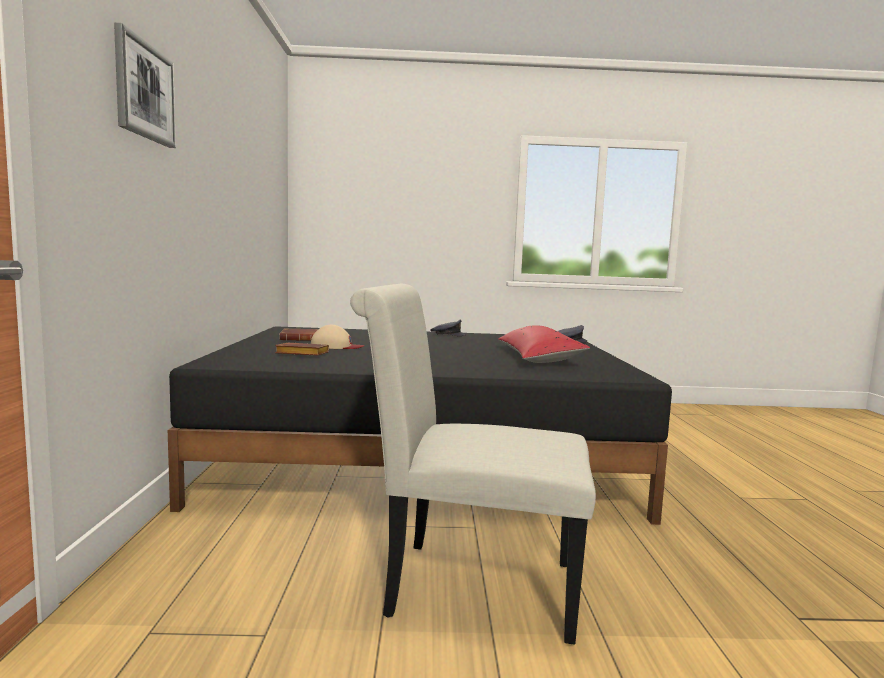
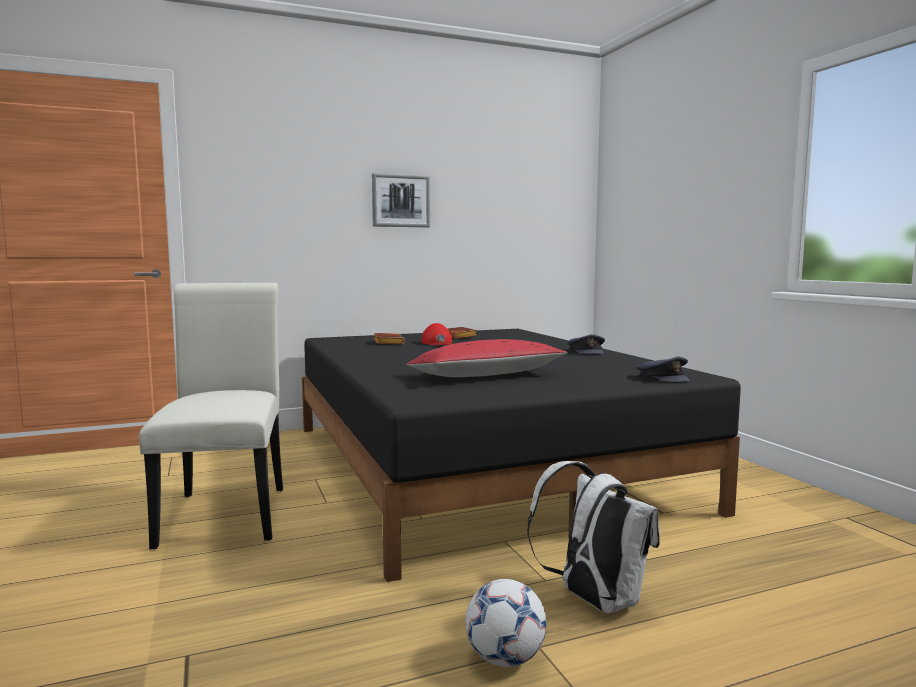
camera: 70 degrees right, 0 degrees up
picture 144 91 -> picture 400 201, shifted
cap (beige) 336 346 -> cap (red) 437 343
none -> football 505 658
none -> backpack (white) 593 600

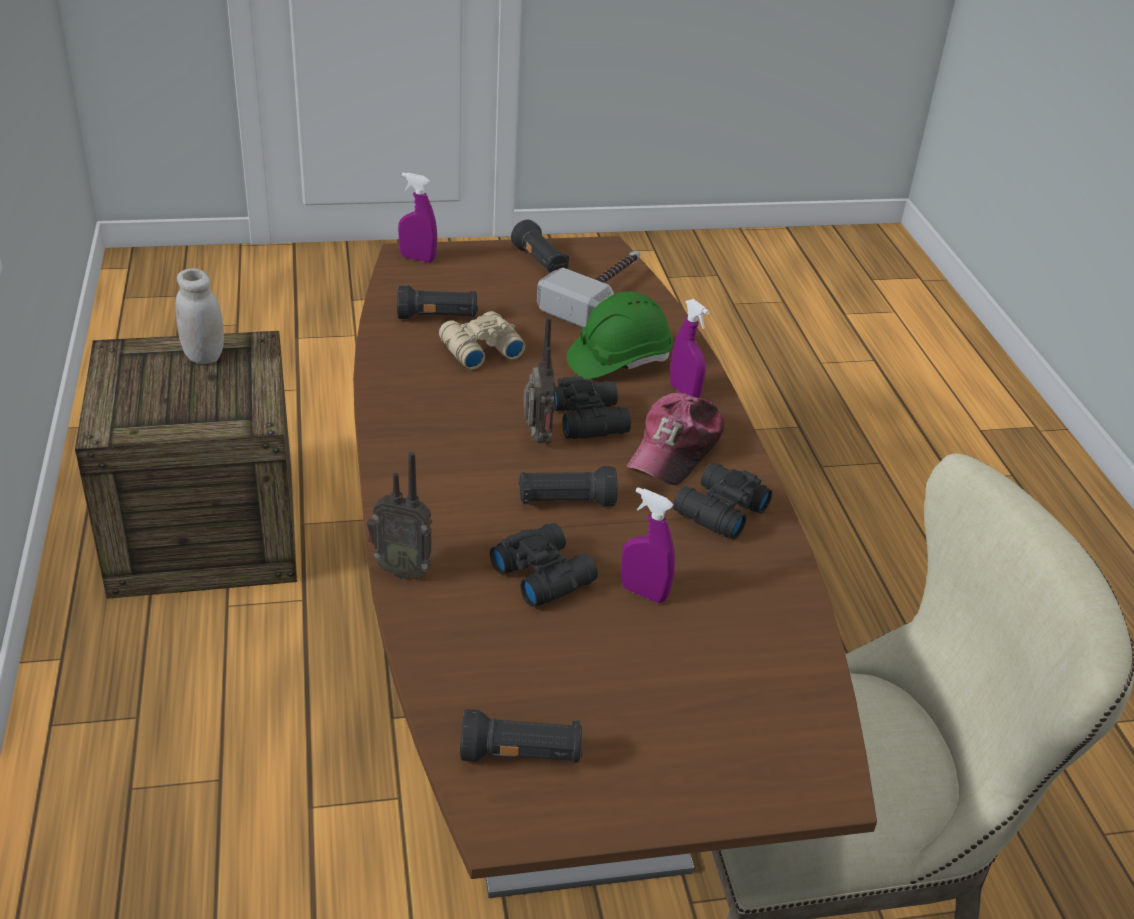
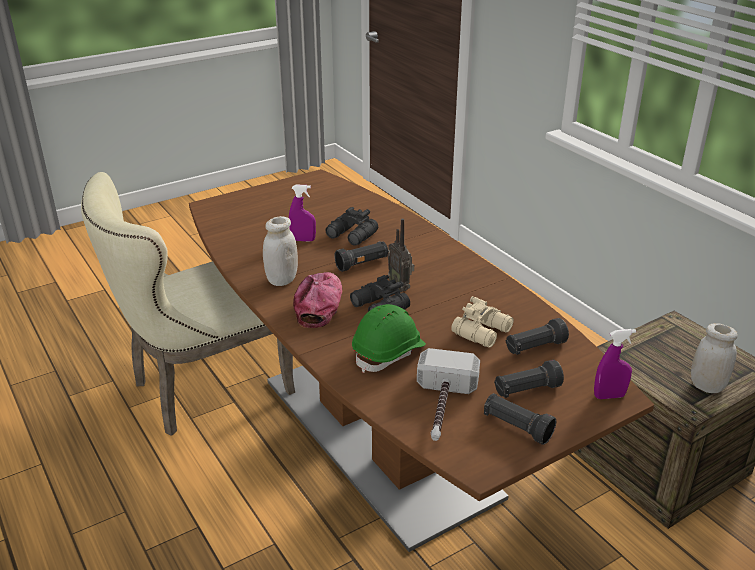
camera: 160 degrees right, 5 degrees down
radio 402 569 -> none
flashlight (black) 521 755 -> flashlight (black) 526 390, shifted
spray bottle (purple) 684 392 -> none
binoculars (black) 718 511 -> jar (white) 281 280

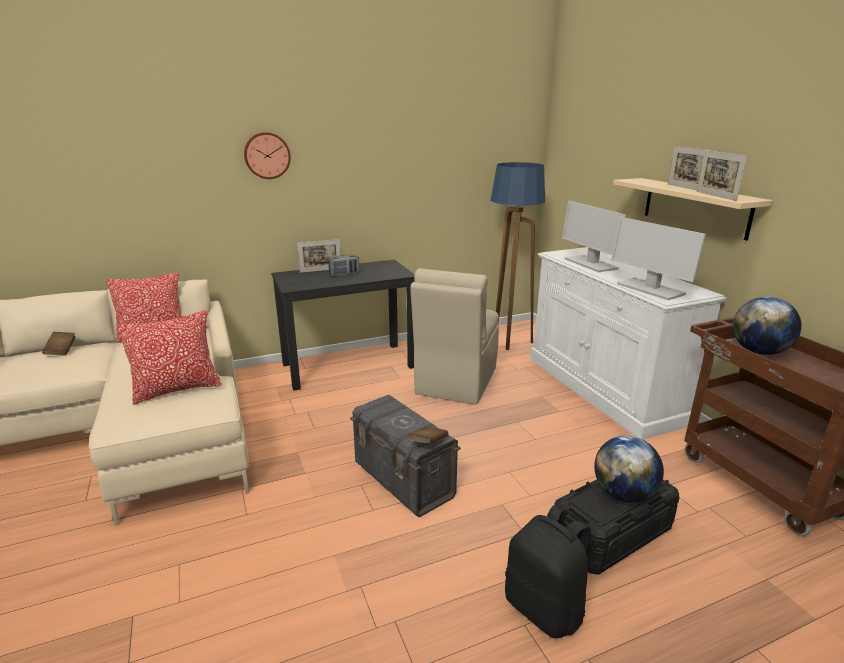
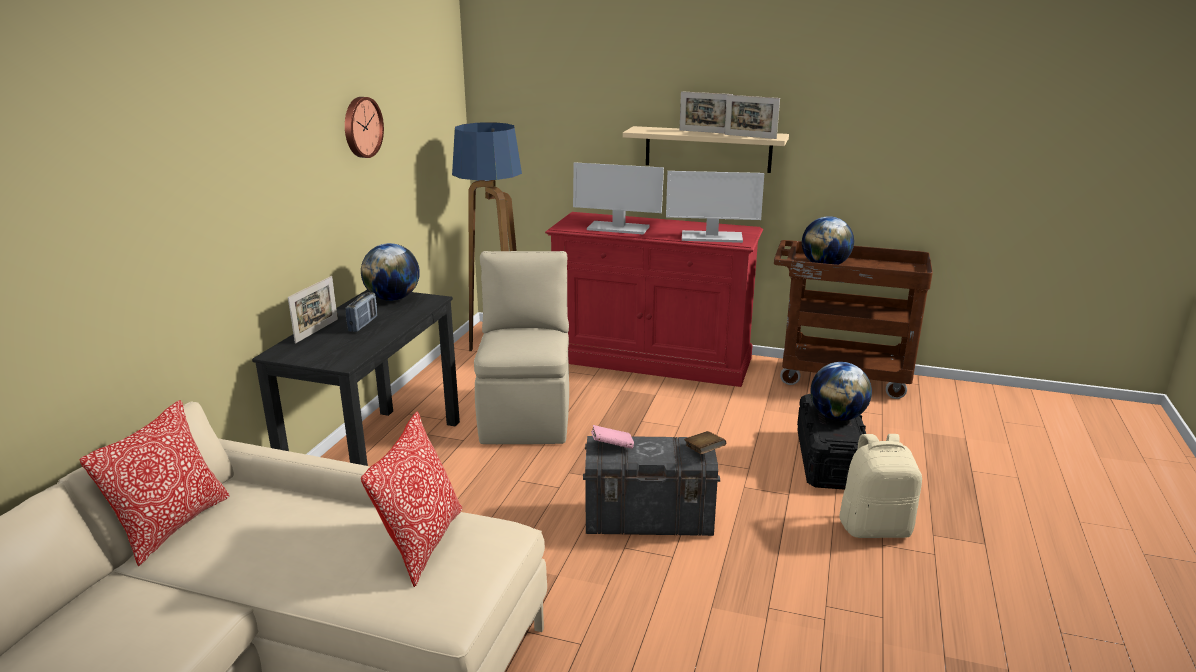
camera: 50 degrees left, 0 degrees up
book (brown) 61 350 -> none
wall clock 267 155 -> wall clock 361 127, shifted
chair (beige) 455 382 -> chair (beige) 527 416, 150 degrees counterclockwise
backpack (black) 545 608 -> backpack (beige) 875 527
cabinet (white) 603 388 -> cabinet (red) 652 360
none -> globe 393 298
none -> book (pink) 612 446

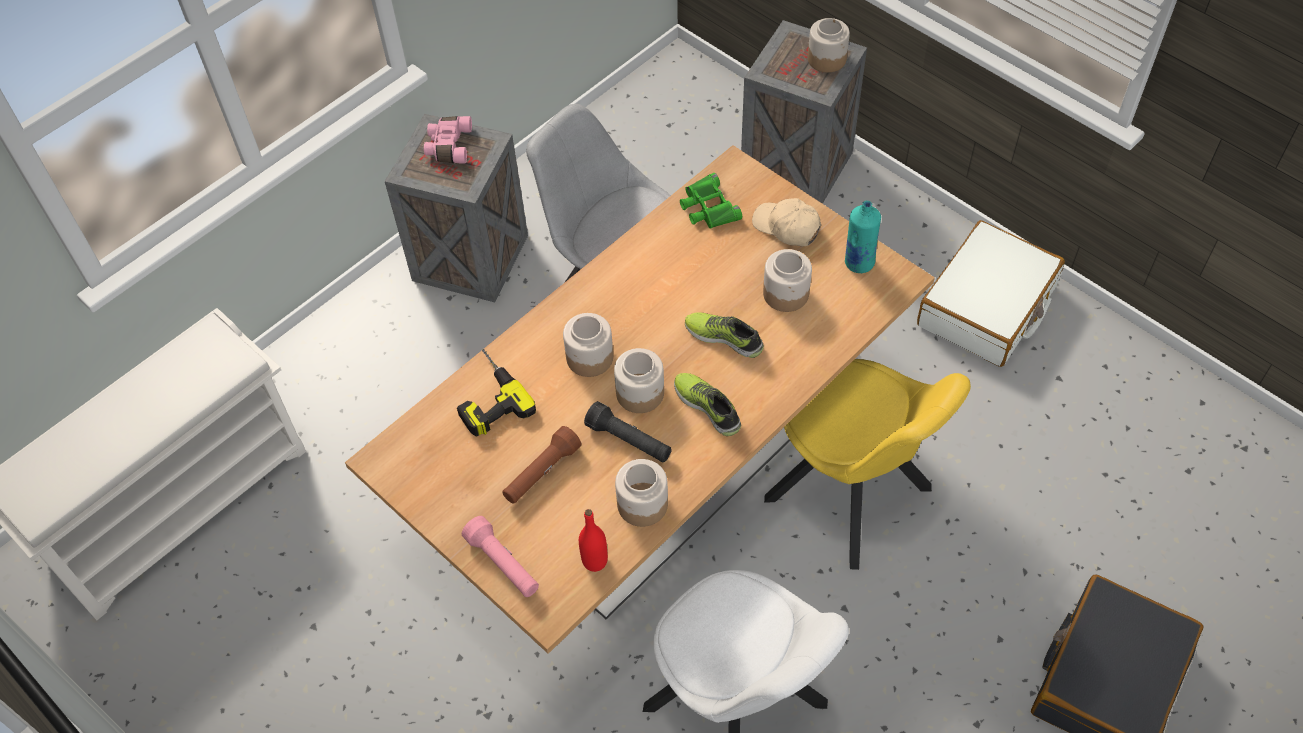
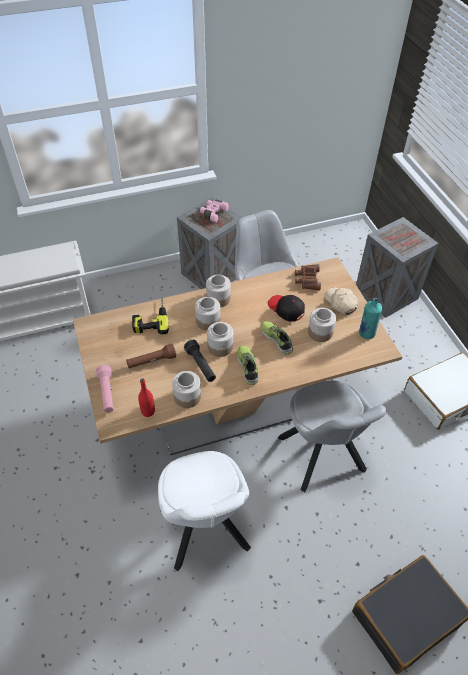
camera: 25 degrees right, 5 degrees down
binoculars (green) 708 208 -> binoculars (brown) 307 279
chair (yellow) 852 496 -> chair (grey) 322 456
jar 827 58 -> jar 218 298, shifted
none -> cap (black) 286 309

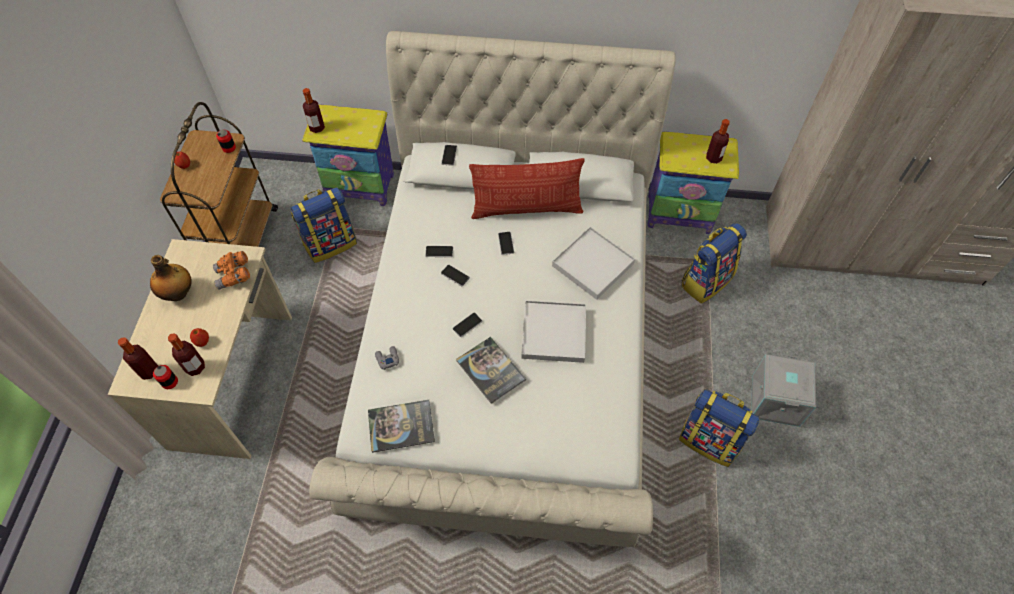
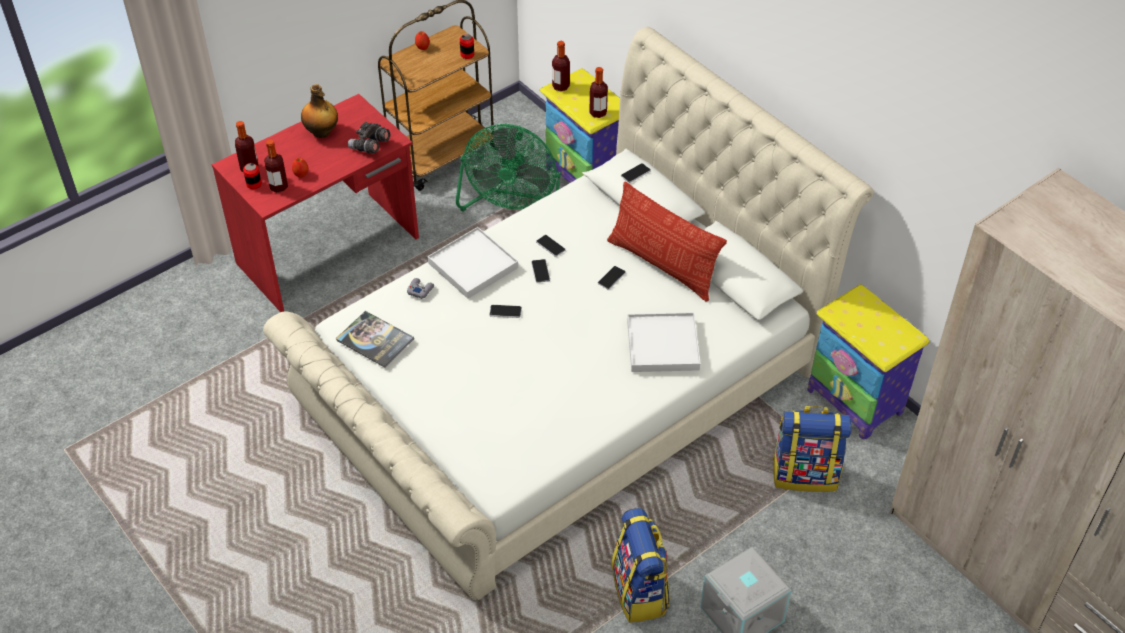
camera: 45 degrees right, 10 degrees down
desk (beige) 234 380 -> desk (red) 330 251
binoculars (orange) 234 276 -> binoculars (grey) 369 146
backpack 330 243 -> fan (green) 510 204
book 490 370 -> none
tray (white) 553 333 -> tray (white) 472 265, shifted
bottle 713 158 -> bottle 598 113, shifted

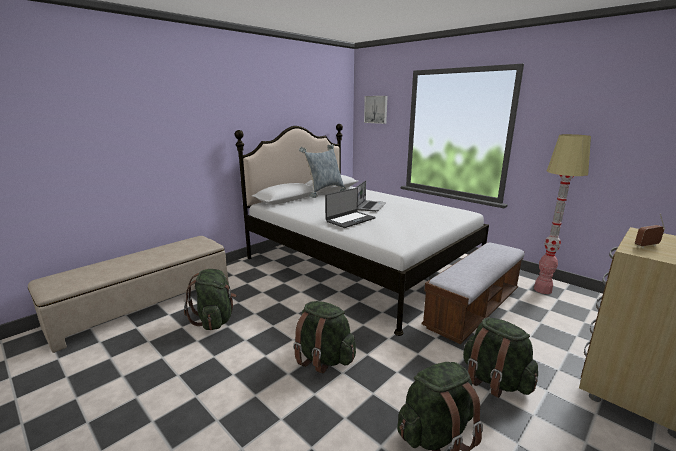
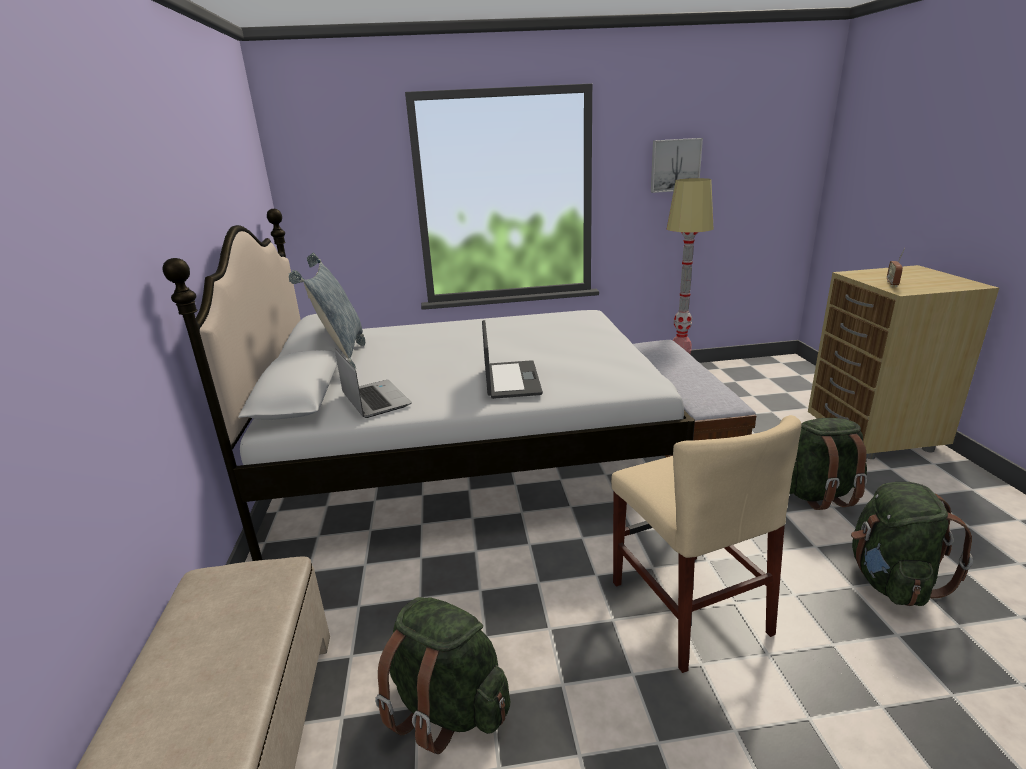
camera: 50 degrees left, 5 degrees up
backpack (green) 323 358 -> chair (beige) 688 607
laptop 370 206 -> laptop 374 400, shifted
picture 376 109 -> picture 675 165, shifted

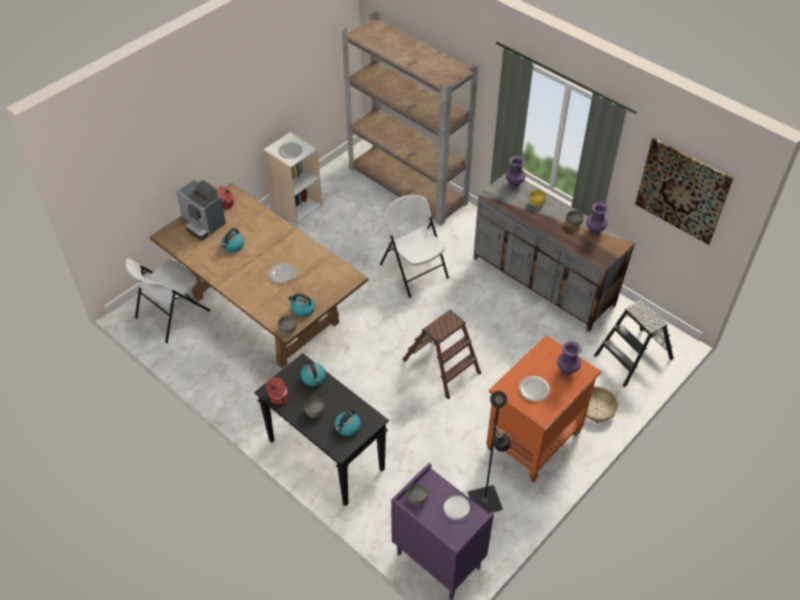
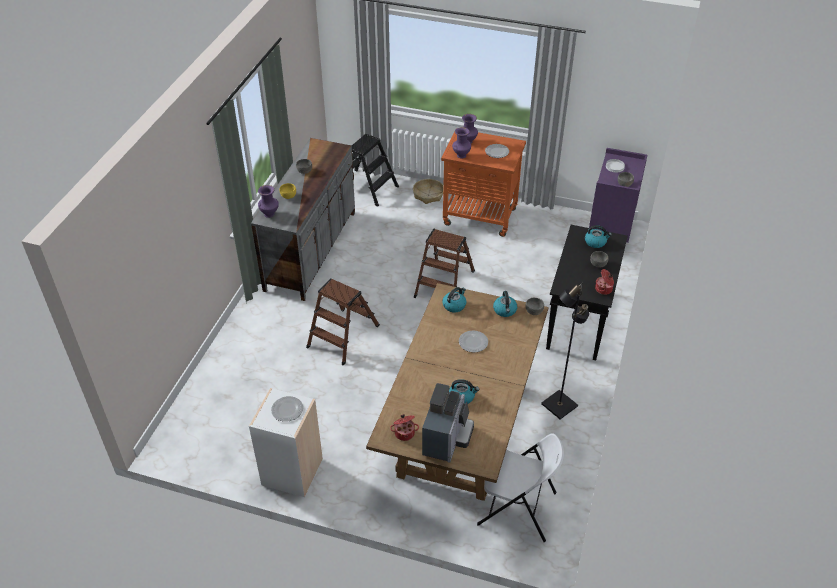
camera: 115 degrees left, 5 degrees down
kettle 313 378 -> kettle 454 305, shifted
bookcase (brown) 407 185 -> none
chair (white) 414 271 -> step ladder (brown) 343 336
floor lamp (black) 484 501 -> floor lamp (black) 559 405, shifted
vase (purple) 594 231 -> vase (purple) 461 156, shifted
picture 682 191 -> none

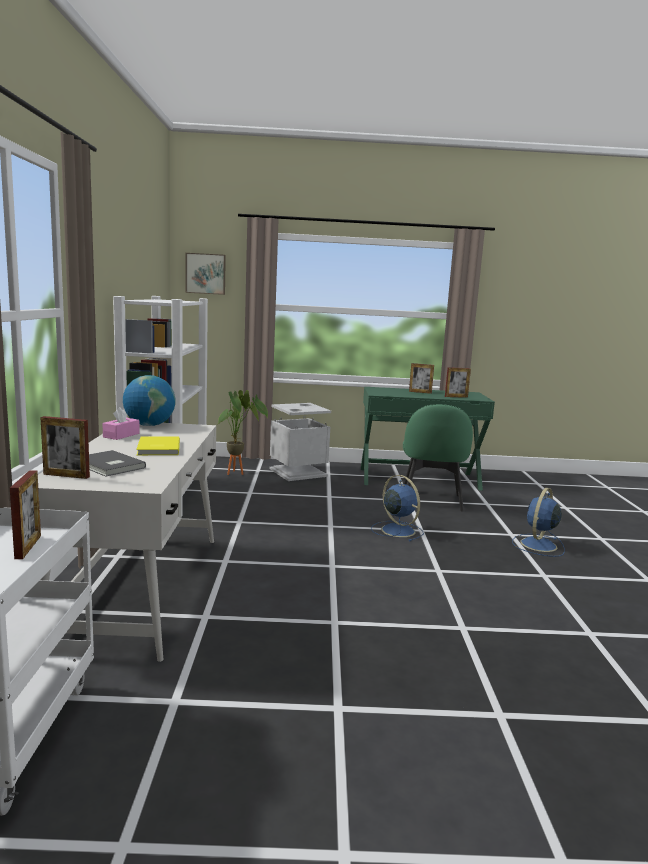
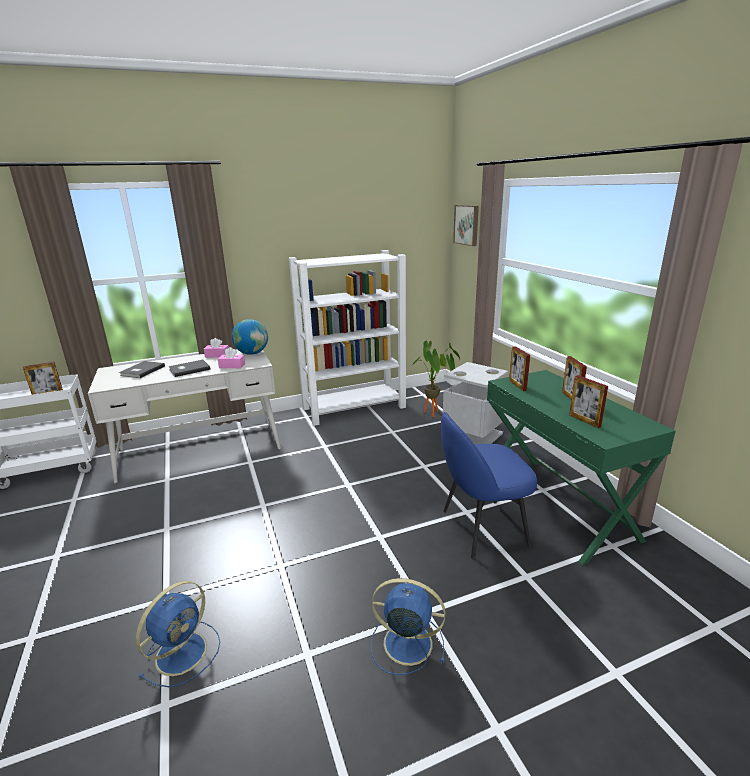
camera: 70 degrees right, 10 degrees up
picture frame 66 475 -> picture frame 517 385, shifted
book (yellow) 157 448 -> book (grey) 189 369
fan (blue) 397 530 -> fan (blue) 183 651, shifted
chair (green) 431 501 -> chair (blue) 481 528
none -> tissue box (pink) 232 366

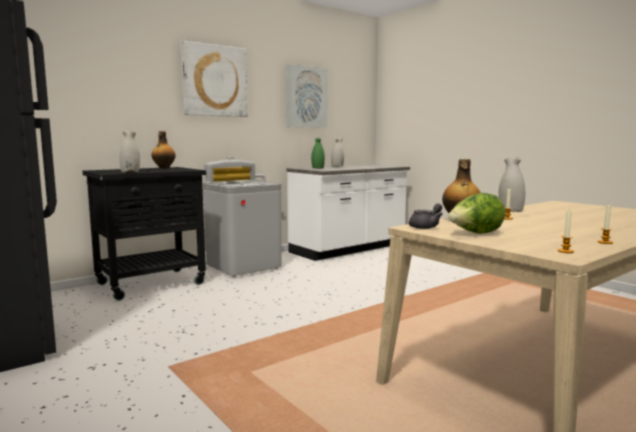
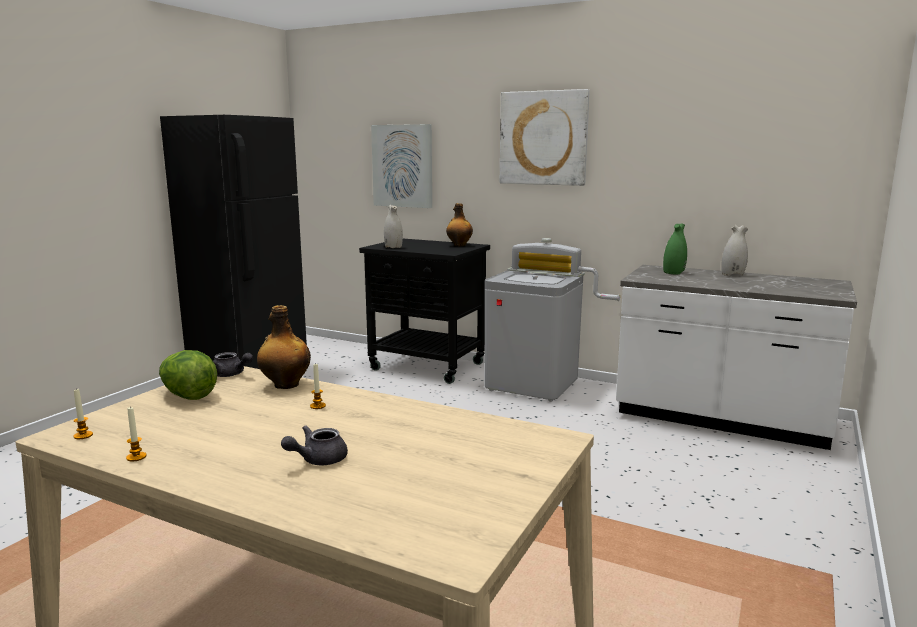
camera: 65 degrees right, 5 degrees up
picture 306 97 -> picture 402 166, shifted
vase (white) 510 210 -> none
none -> teapot (grey) 317 460

